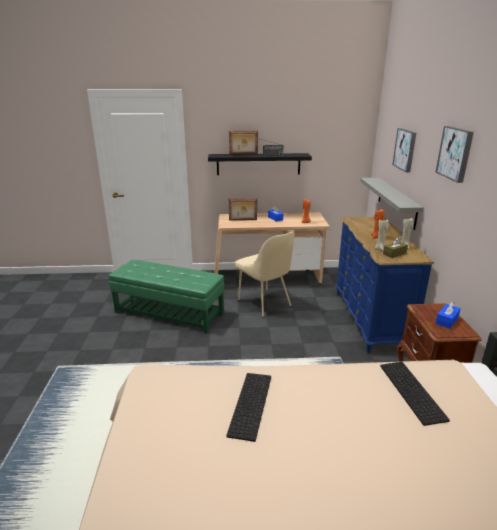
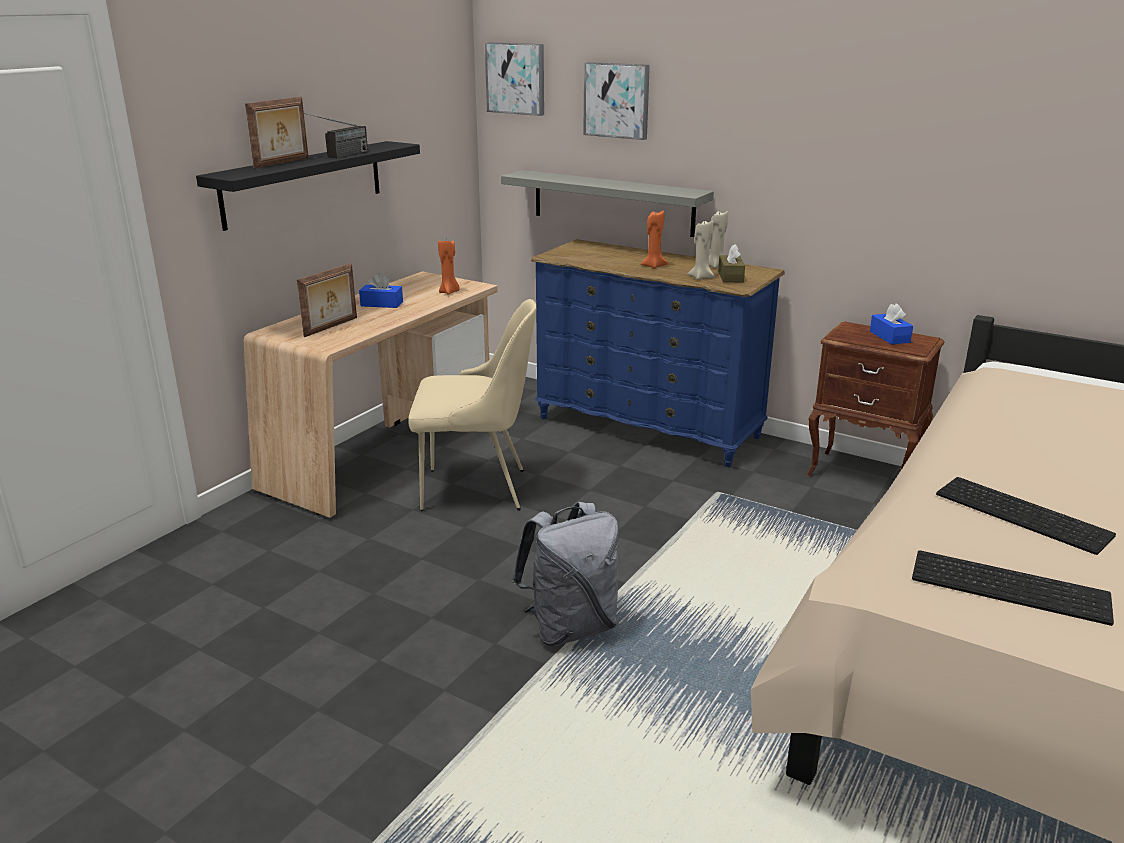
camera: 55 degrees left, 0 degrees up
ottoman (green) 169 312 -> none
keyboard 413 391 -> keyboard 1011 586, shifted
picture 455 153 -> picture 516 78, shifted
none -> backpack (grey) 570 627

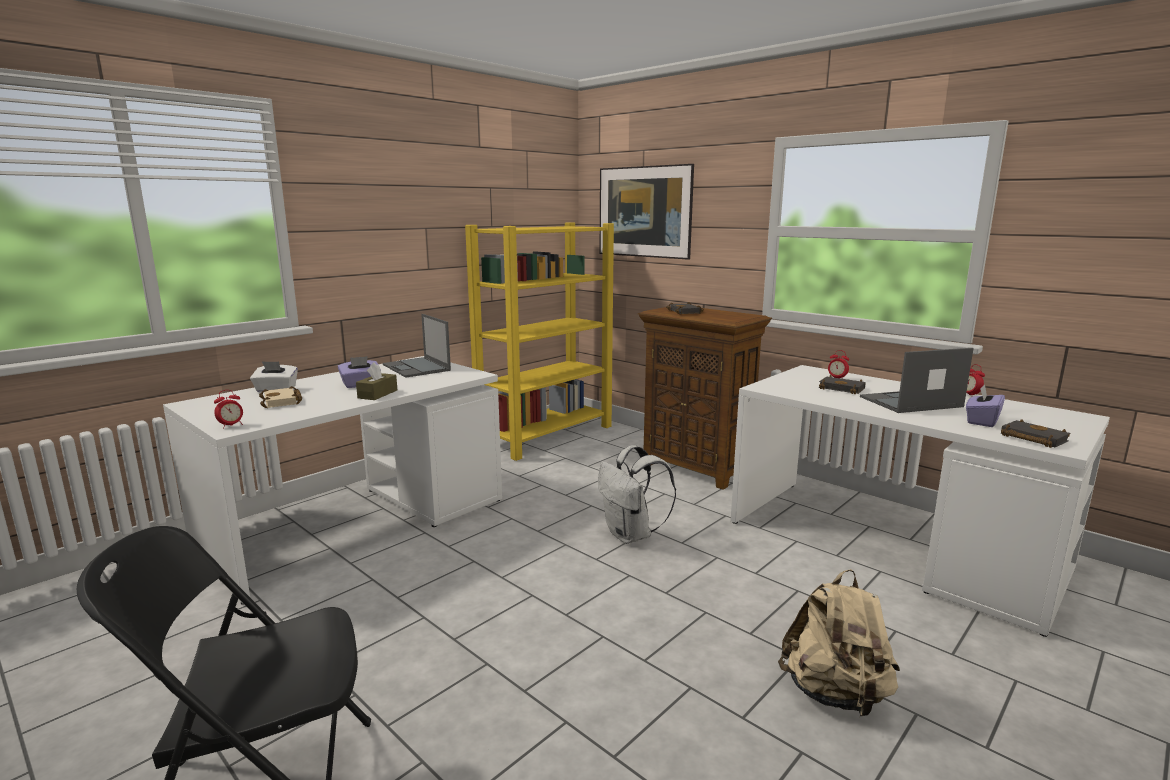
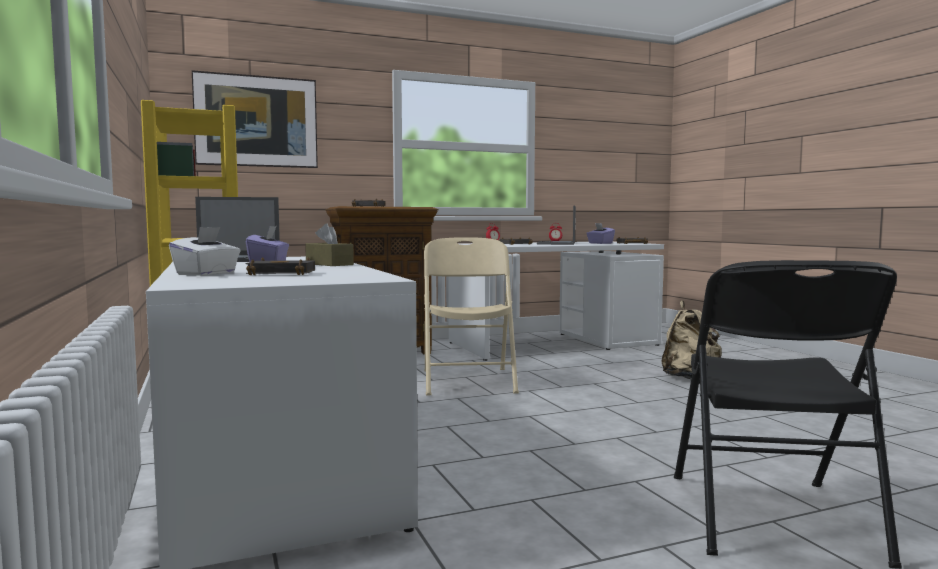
camera: 65 degrees left, 10 degrees down
alarm clock 231 425 -> none
book (beige) 283 401 -> book (black) 284 273
backpack (white) 631 535 -> chair (beige) 468 381

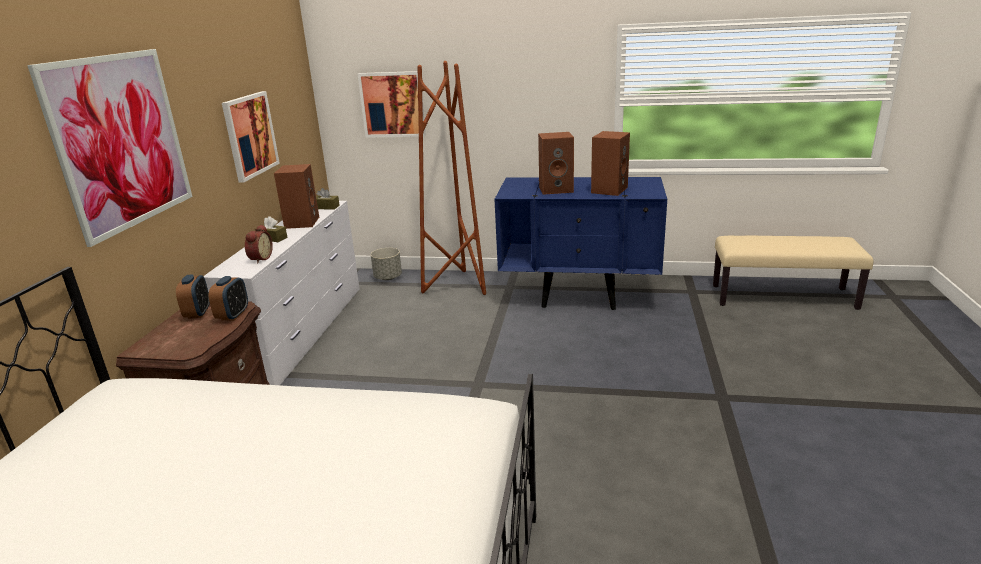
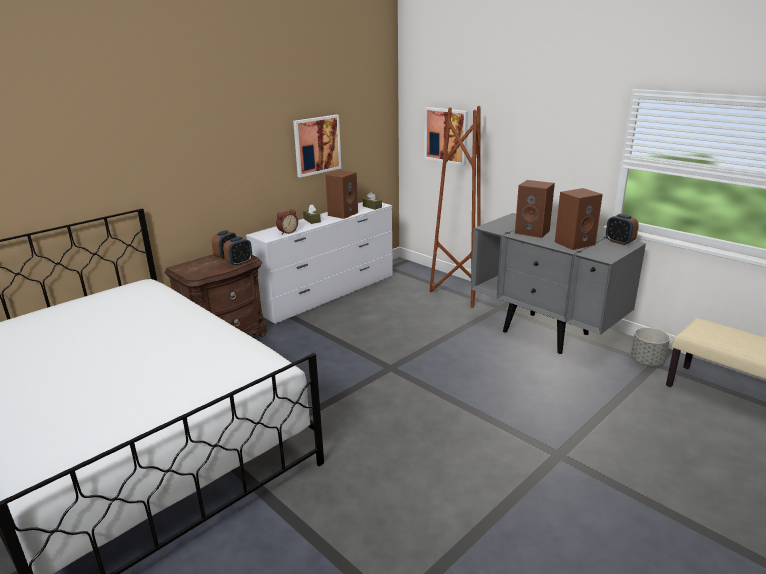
camera: 35 degrees right, 0 degrees up
picture 121 141 -> none
planter (grey) 388 277 -> planter (grey) 647 361, shifted
dresser (blue) 580 296 -> dresser (grey) 546 333
none -> alarm clock 619 242

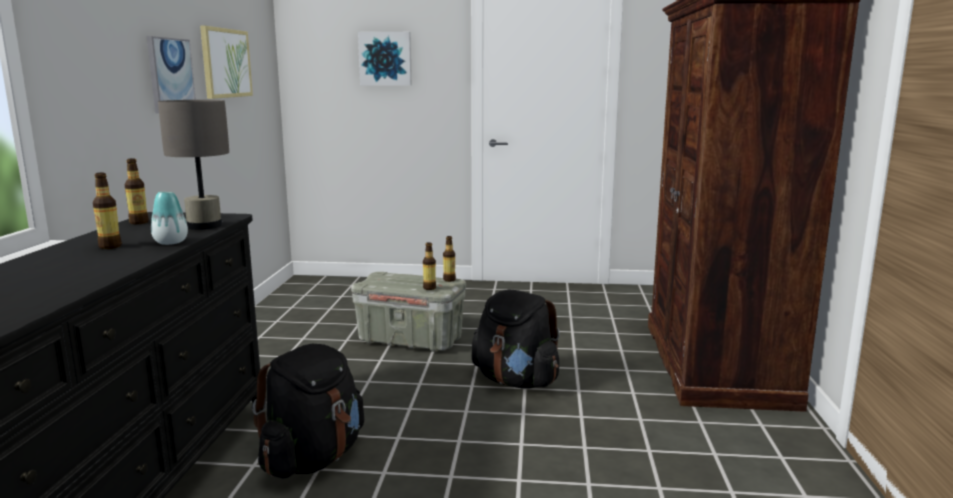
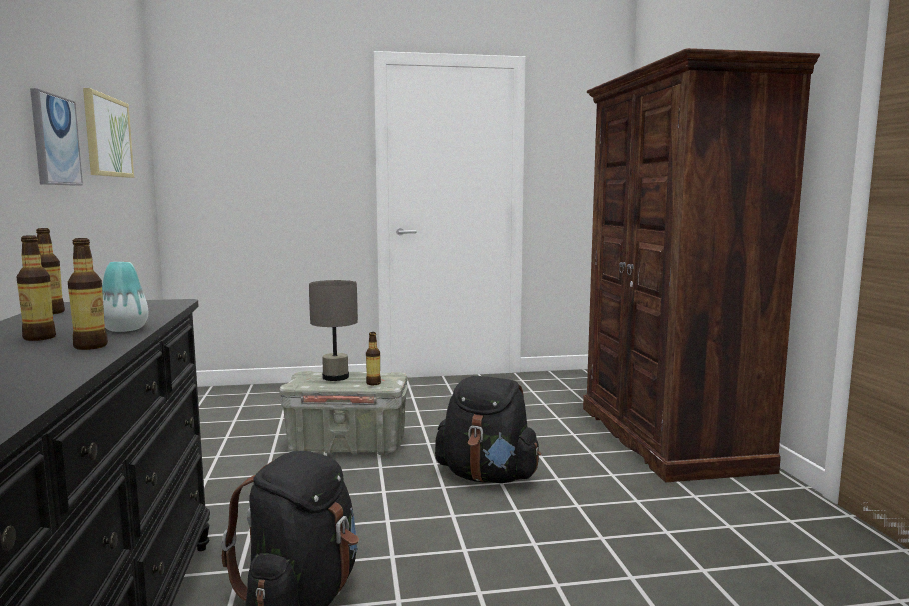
camera: 15 degrees left, 5 degrees down
table lamp (grey) 205 226 -> table lamp (grey) 336 377, shifted
picture 385 59 -> none
bottle 449 280 -> bottle 90 346, shifted

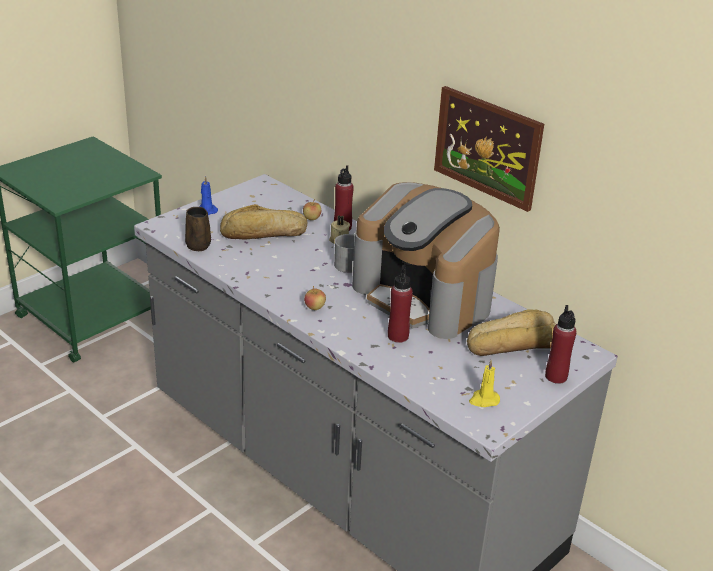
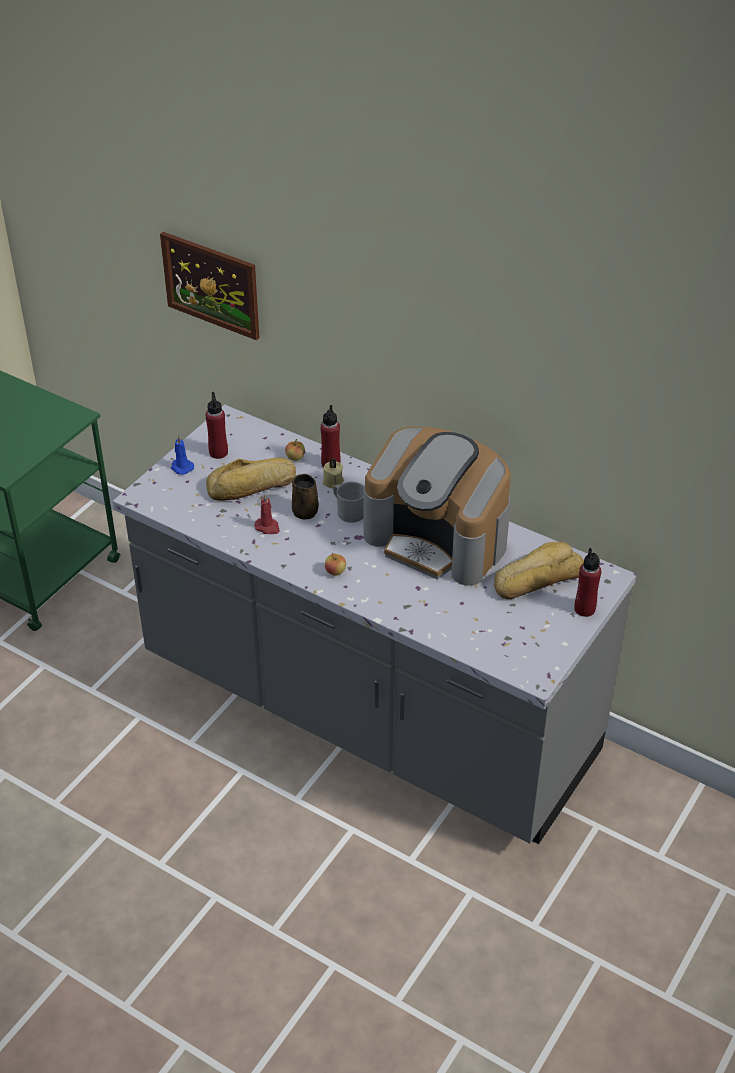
camera: 10 degrees left, 10 degrees up
mug (brown) 198 245 -> mug (brown) 304 511, shifted
bottle (red) 398 336 -> bottle (red) 218 452, shifted
picture 487 147 -> picture 211 285, shifted
candle (yellow) 483 400 -> none
none -> candle (red) 268 527

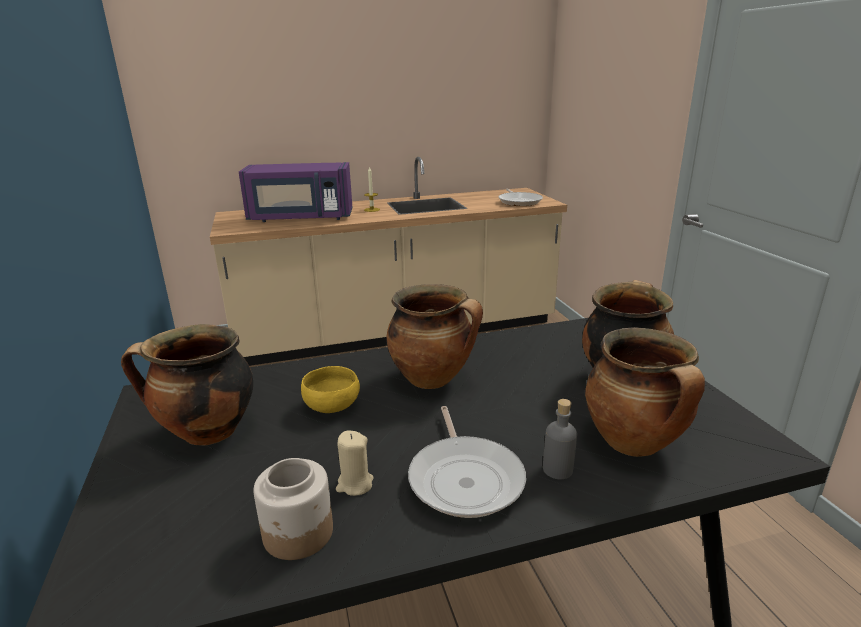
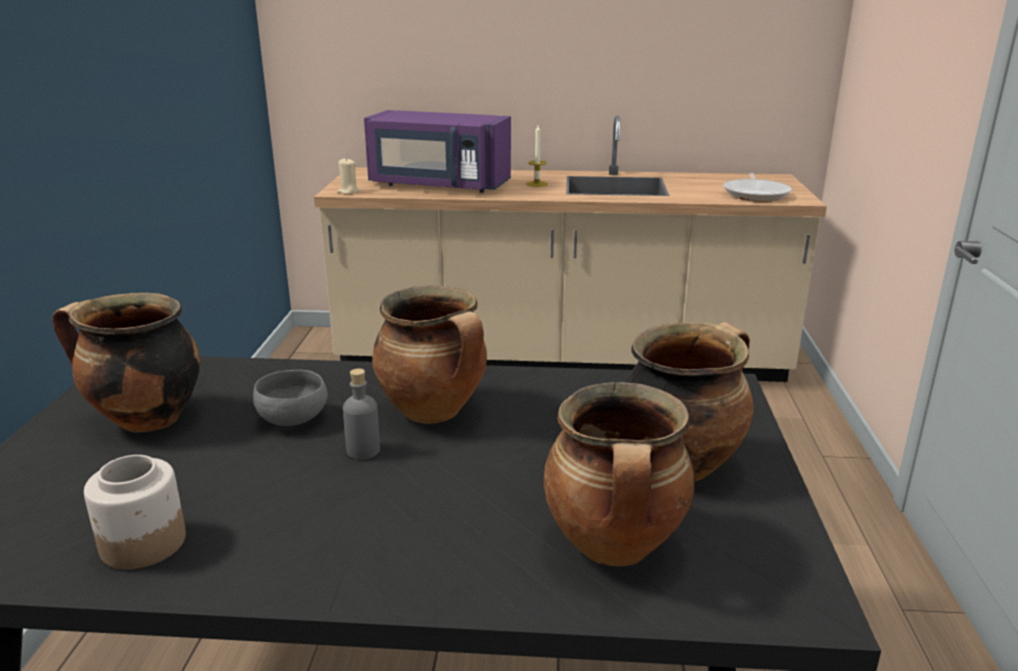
camera: 20 degrees right, 0 degrees up
bowl (yellow) 333 406 -> bowl (grey) 294 419
candle (beige) 354 484 -> candle (beige) 348 192, shifted
frying pan 465 478 -> none
bottle (grey) 557 469 -> bottle (grey) 363 450, shifted

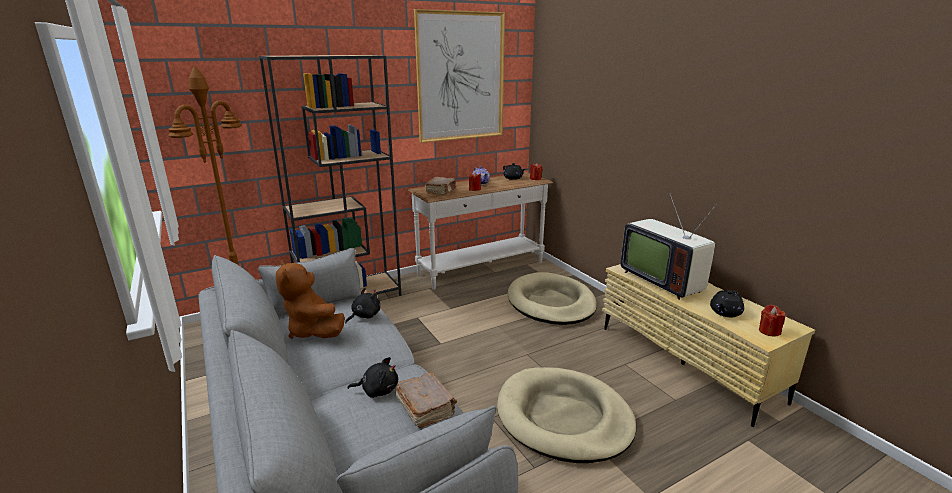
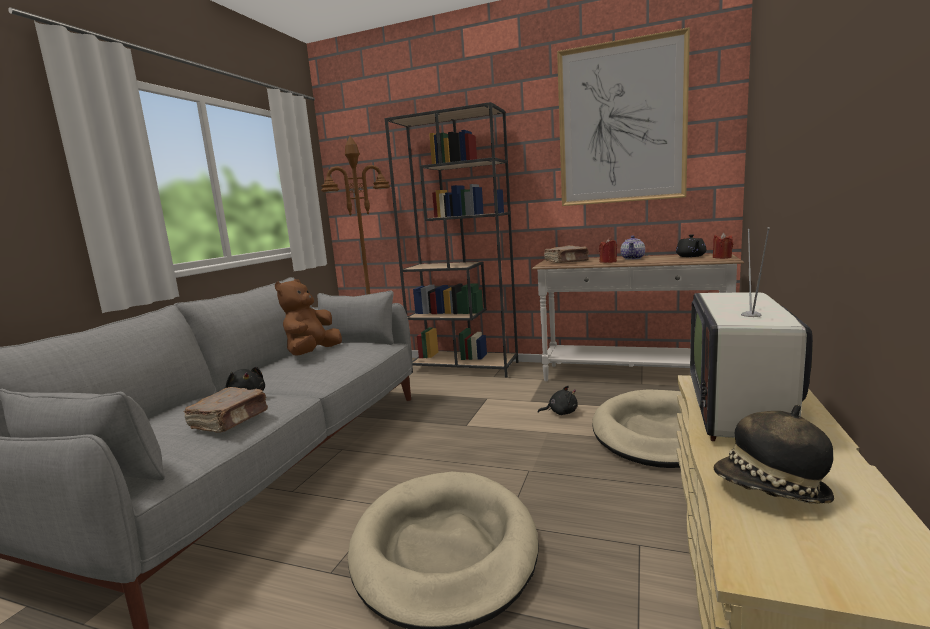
camera: 50 degrees right, 10 degrees down
plush toy (black) 364 316 -> plush toy (black) 561 413, shifted
teapot (black) 725 312 -> hat 771 490
candle (red) 769 331 -> none

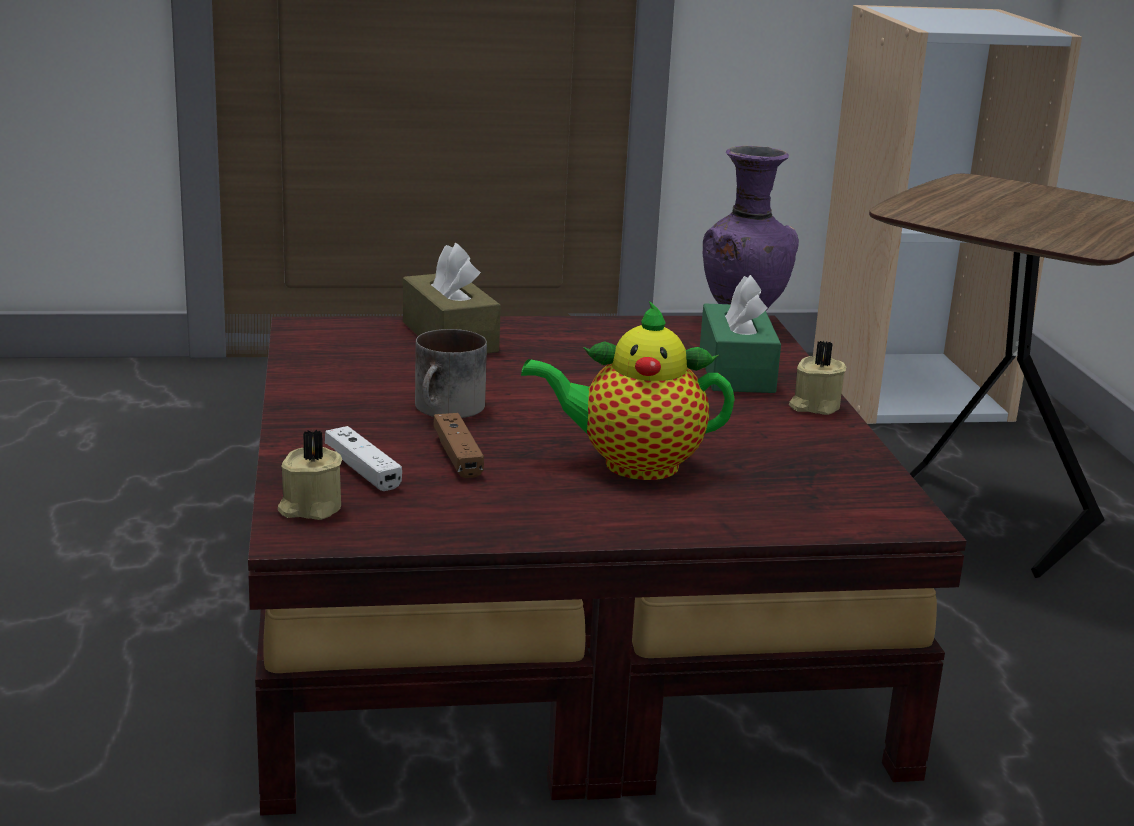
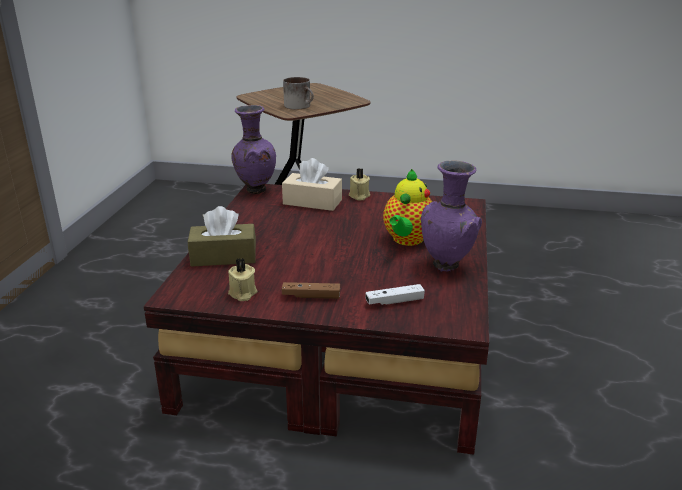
camera: 70 degrees left, 5 degrees up
candle (beige) 310 508 -> candle (beige) 242 293, shifted
mug 448 409 -> mug 300 106, shifted
game controller (brown) 457 456 -> game controller (brown) 311 296, shifted
tissue box (green) 736 371 -> tissue box (beige) 312 202
bookcase 909 388 -> none
none -> vase (purple) 447 266

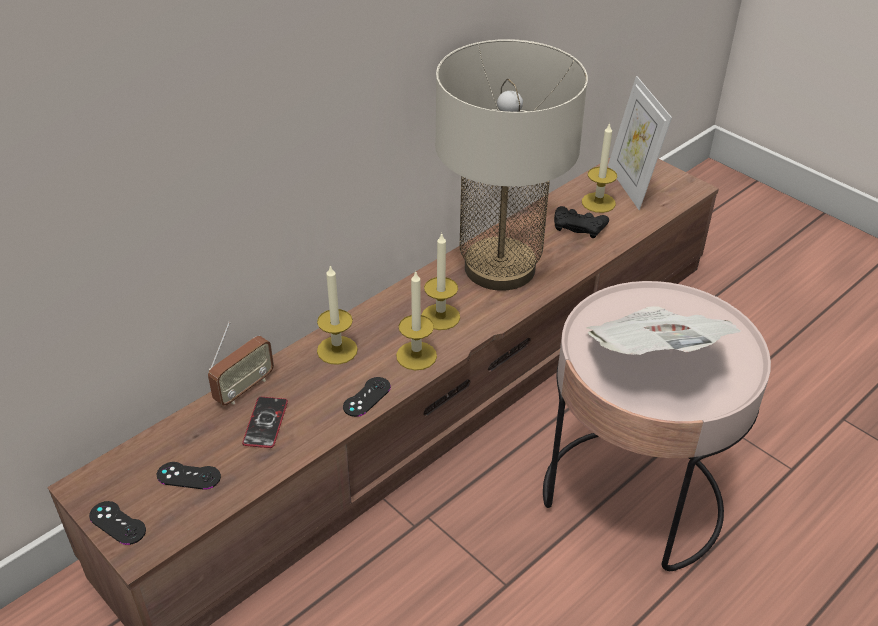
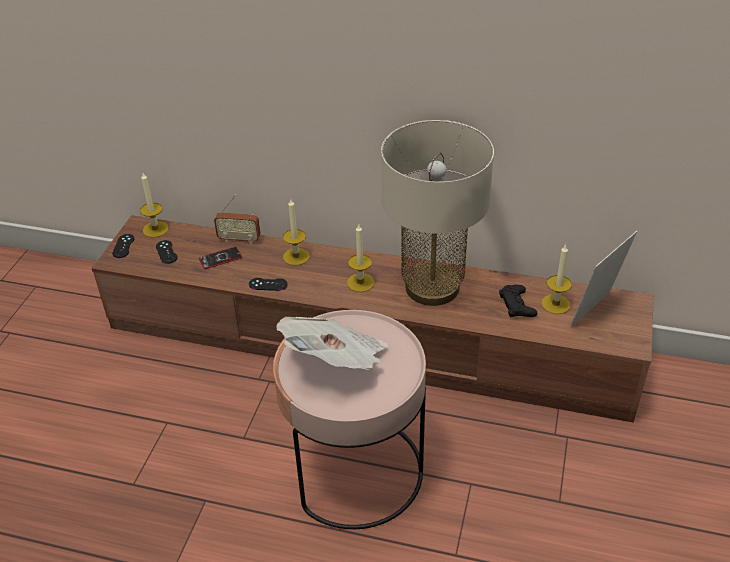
camera: 60 degrees right, 0 degrees up
candle 416 356 -> candle 155 229, shifted

